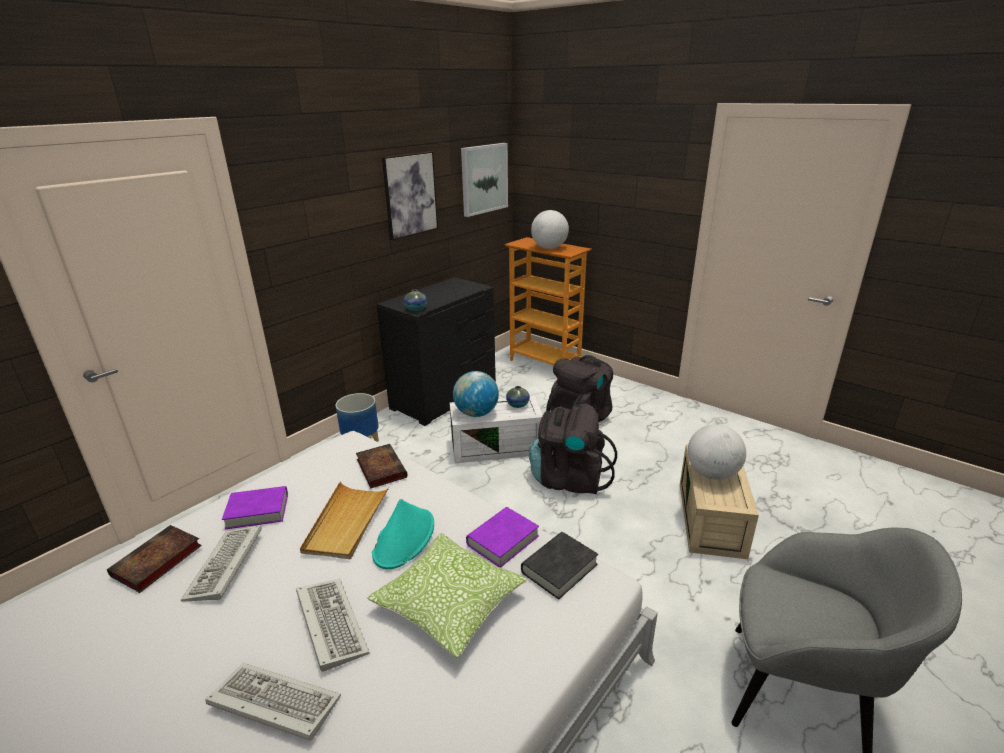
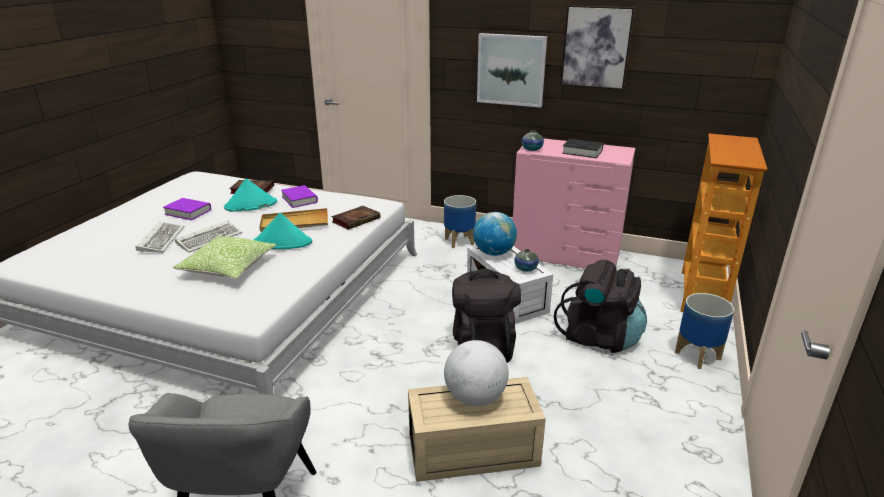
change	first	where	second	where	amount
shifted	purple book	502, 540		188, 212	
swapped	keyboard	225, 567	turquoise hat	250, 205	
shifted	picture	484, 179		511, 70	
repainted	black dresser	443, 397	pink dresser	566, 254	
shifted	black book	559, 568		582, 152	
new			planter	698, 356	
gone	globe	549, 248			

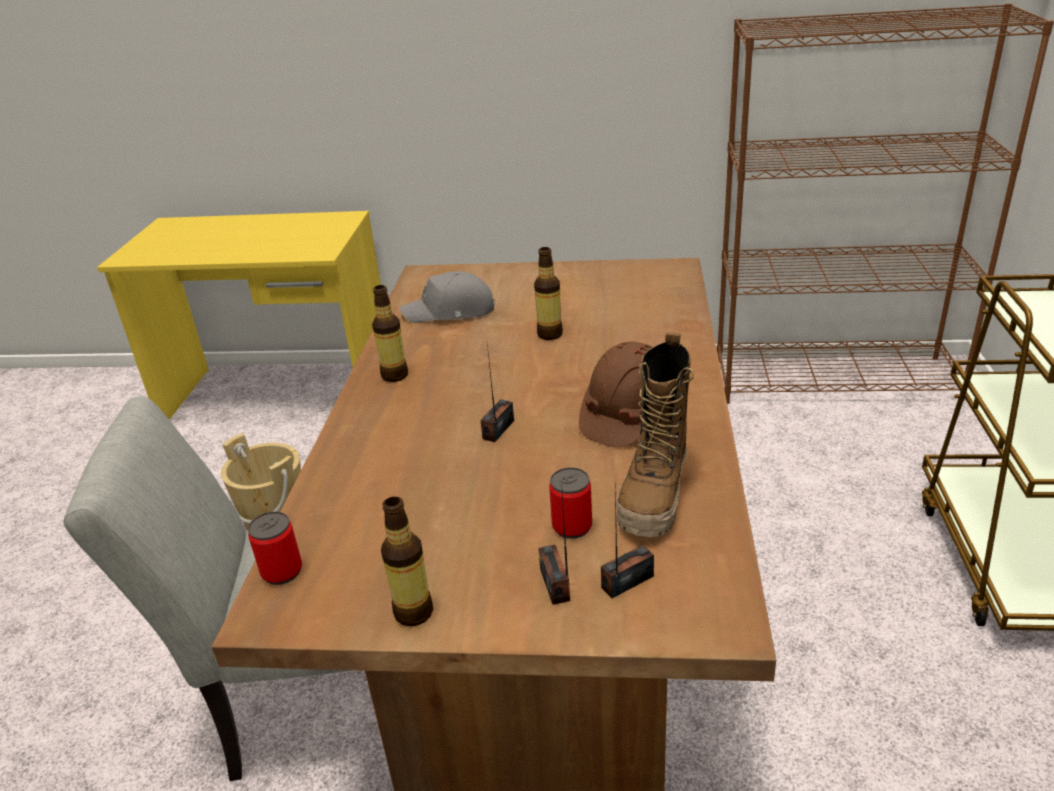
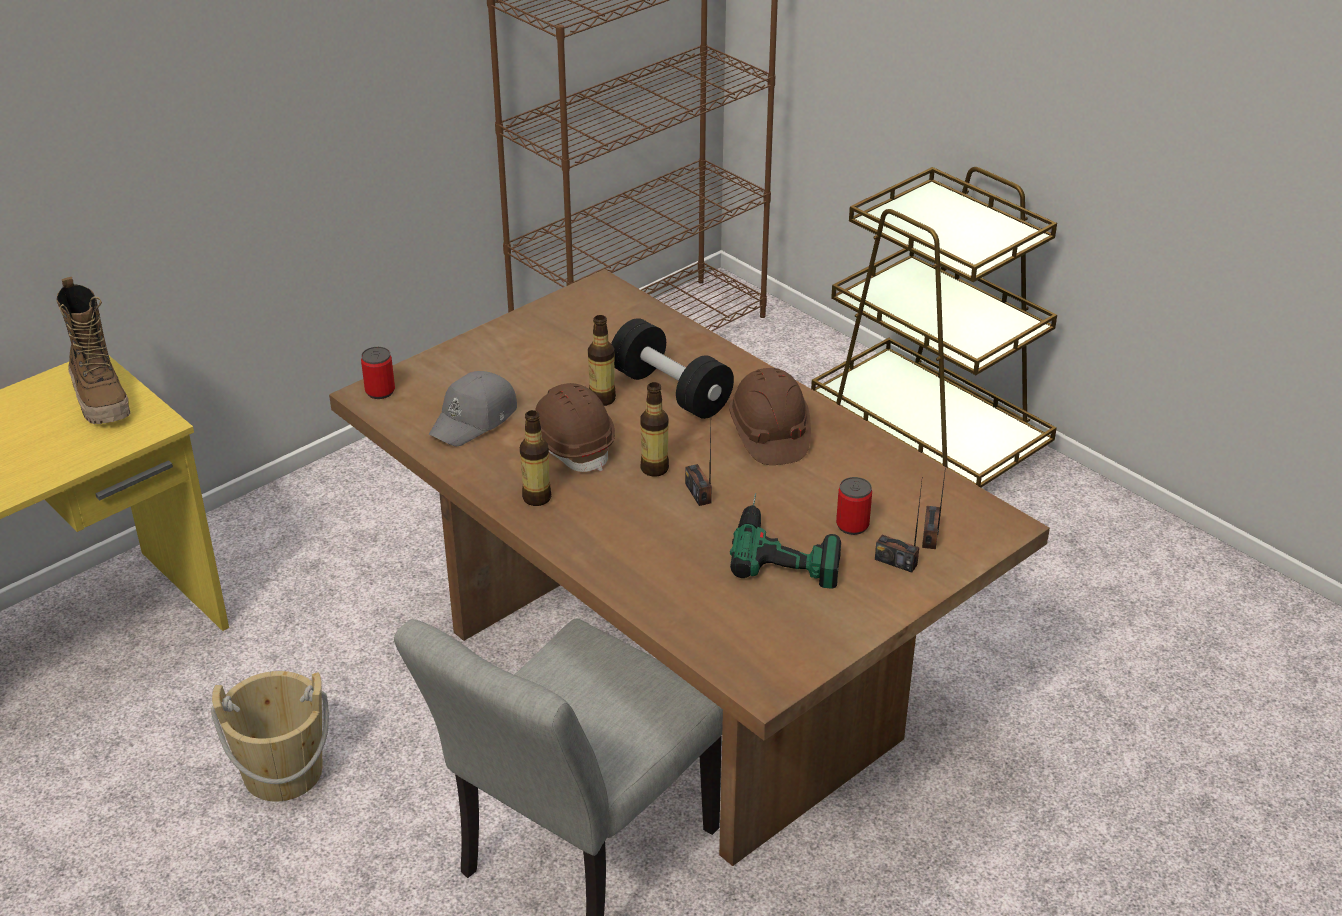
change	first	where	second	where	amount
shifted	boot	655, 496		101, 400	
shifted	can	282, 571		380, 391	
new			brown hard hat	570, 445	
new			black dumbbell	671, 391	
shifted	bottle	413, 612		654, 469	
new			power drill	787, 544	

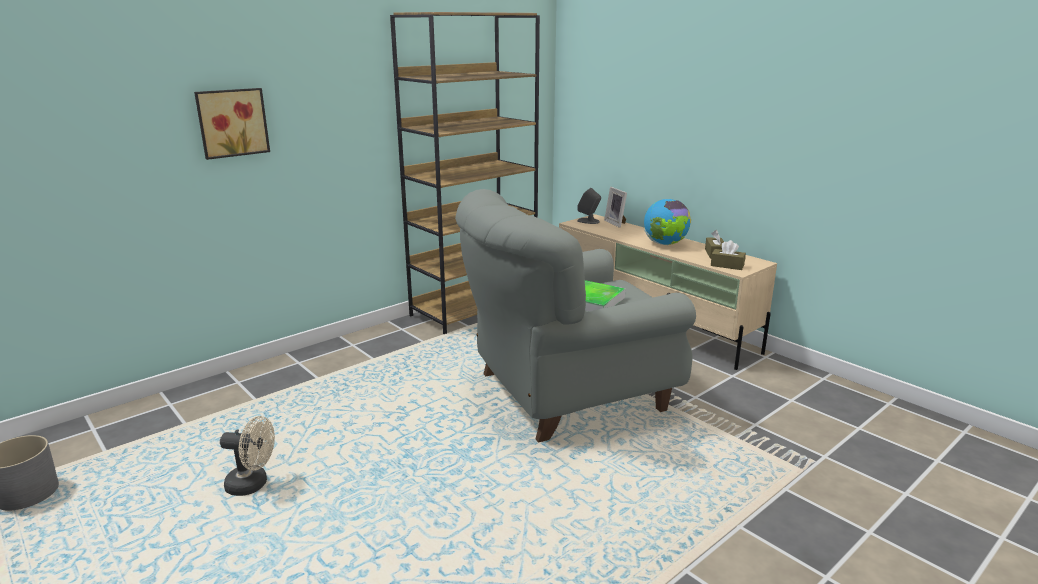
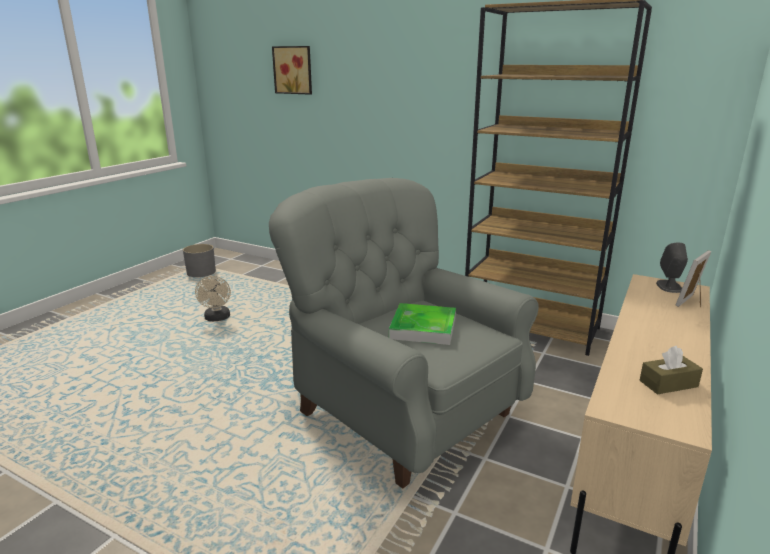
change	first	where	second	where	amount
shifted	picture	232, 122		294, 70	
gone	globe	665, 244			
gone	brown tissue box	727, 265			

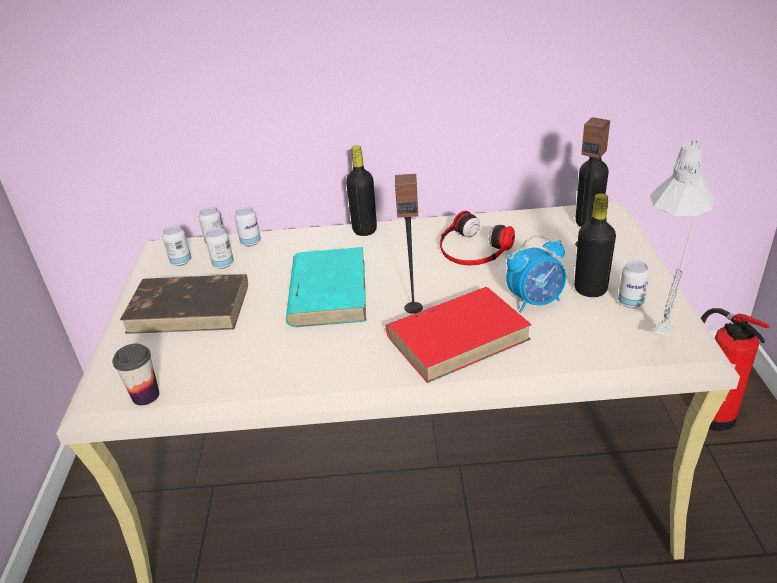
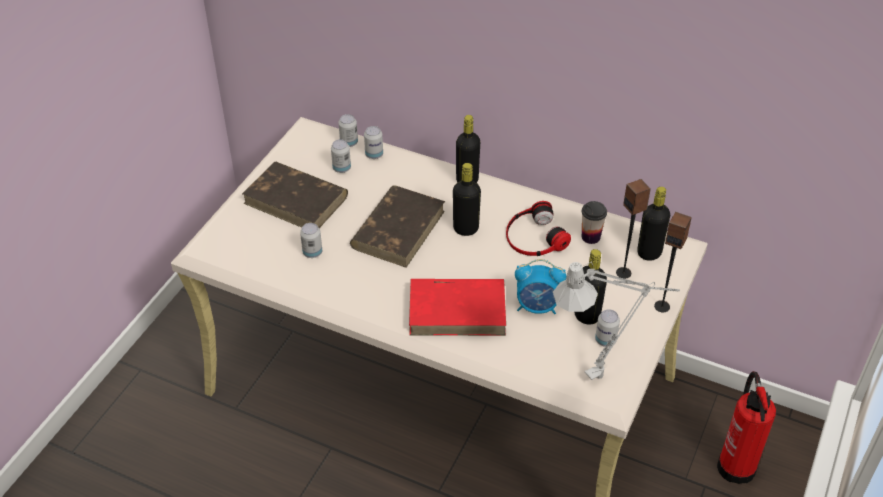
change	first	where	second	where	amount
shifted	can	181, 261		312, 253	
repainted	turquoise book	328, 291	brown book	398, 228	
new			black bottle	466, 228	
shifted	cup	146, 396		590, 237	
shifted	speaker	413, 307		662, 306	

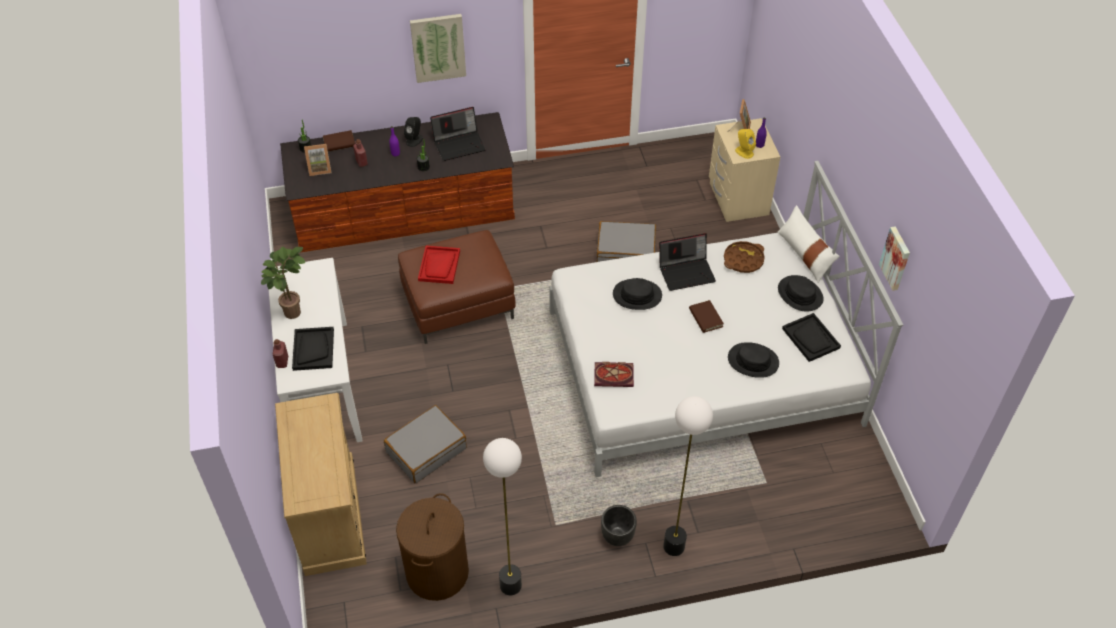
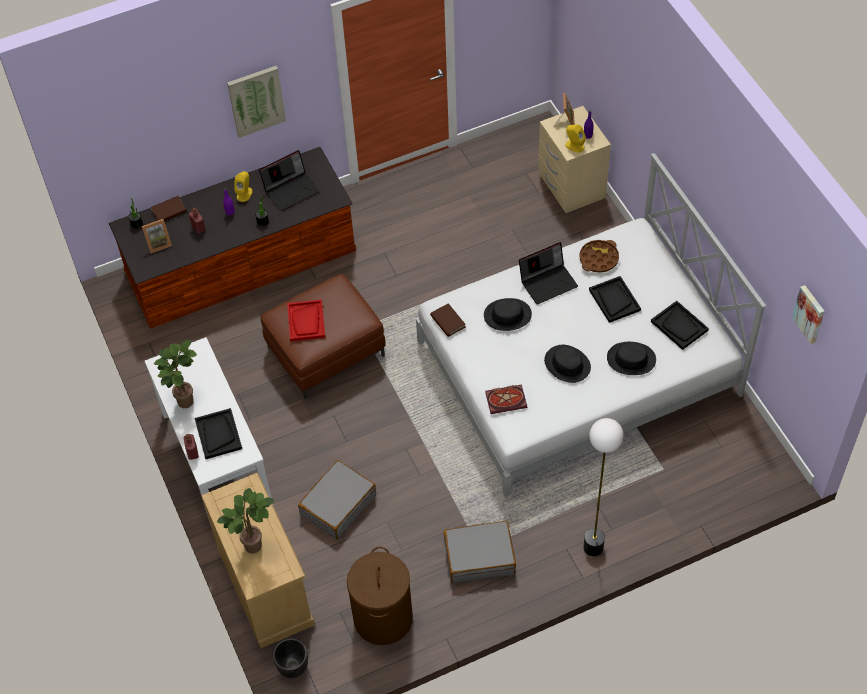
change	first	where	second	where	amount
new			potted plant	255, 543	
repainted	black speaker	414, 140	yellow speaker	244, 194	
shifted	black planter	617, 536		292, 667	
shifted	brown book	705, 318		447, 321	
shifted	grey suitcase	625, 251		479, 556	
shifted	black hat	800, 294		567, 364	
new			black tray	614, 300	
shifted	picture	896, 258		810, 313	
gone	floor lamp	510, 585			
gone	white pillow	804, 254			

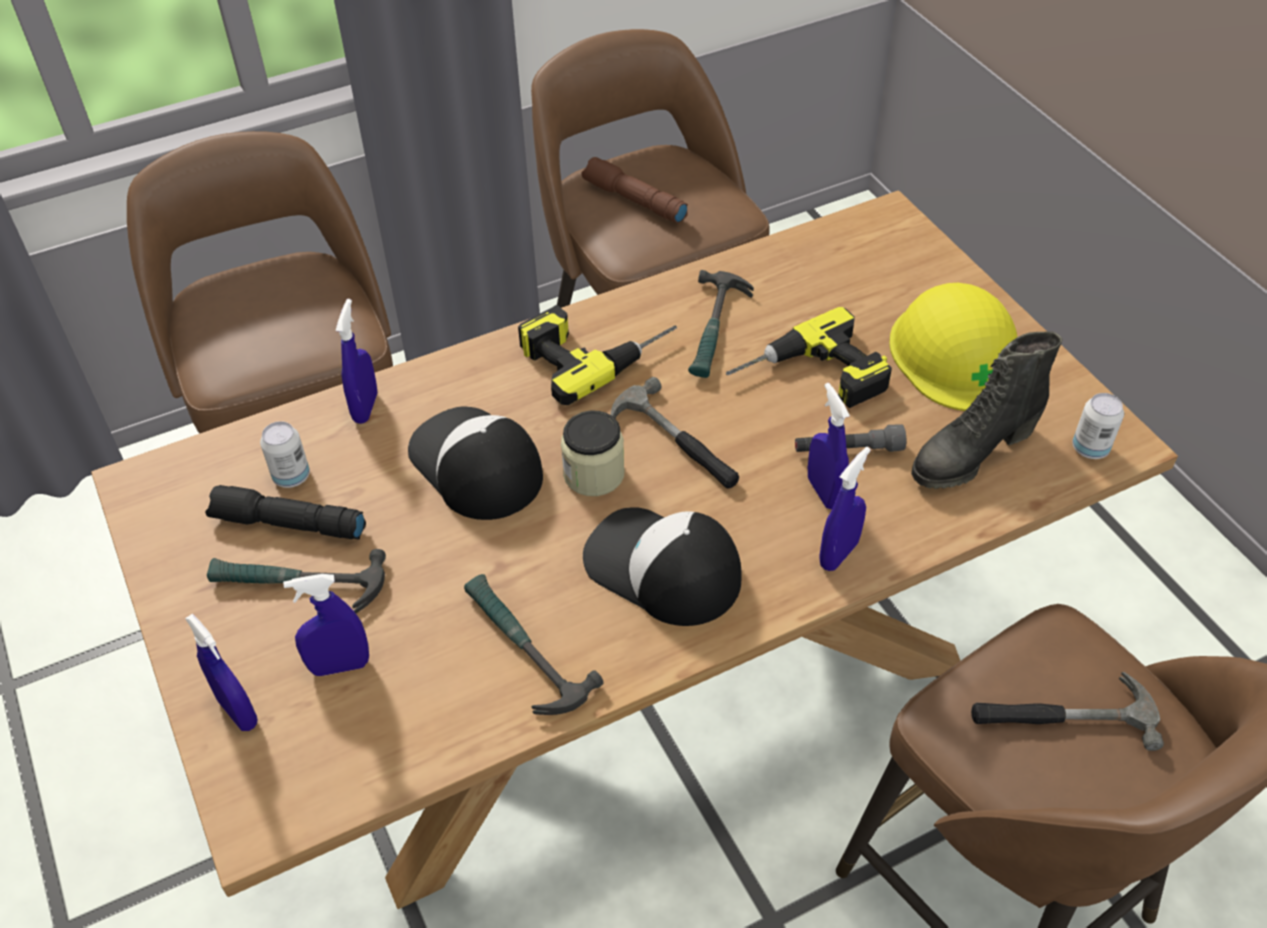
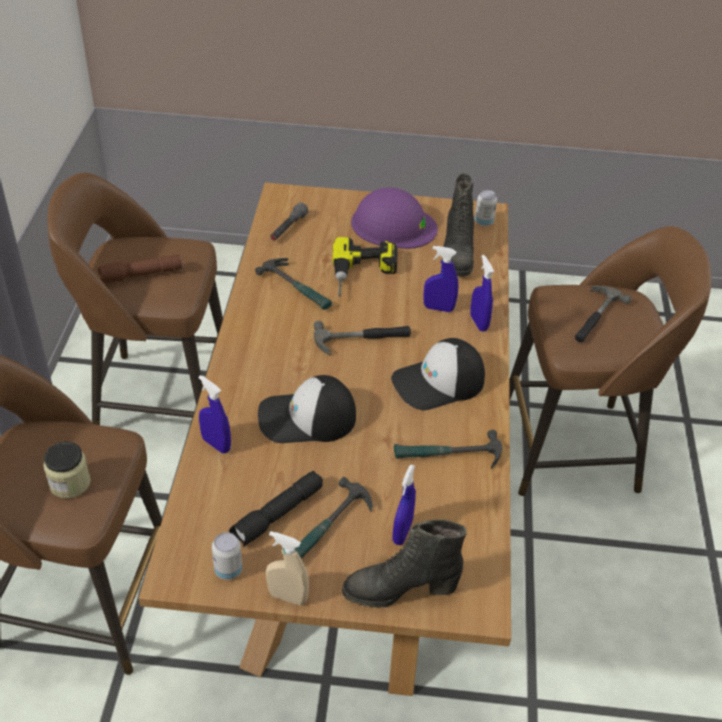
change	first	where	second	where	amount
shifted	jar	594, 474		70, 483	
shifted	can	291, 477		228, 570	
new			beige spray bottle	287, 597	
shifted	grey flashlight	848, 450		288, 228	
swapped	blue spray bottle	238, 712	black boot	400, 589	
repainted	yellow hard hat	957, 354	purple hard hat	393, 225	
gone	power drill	594, 349			

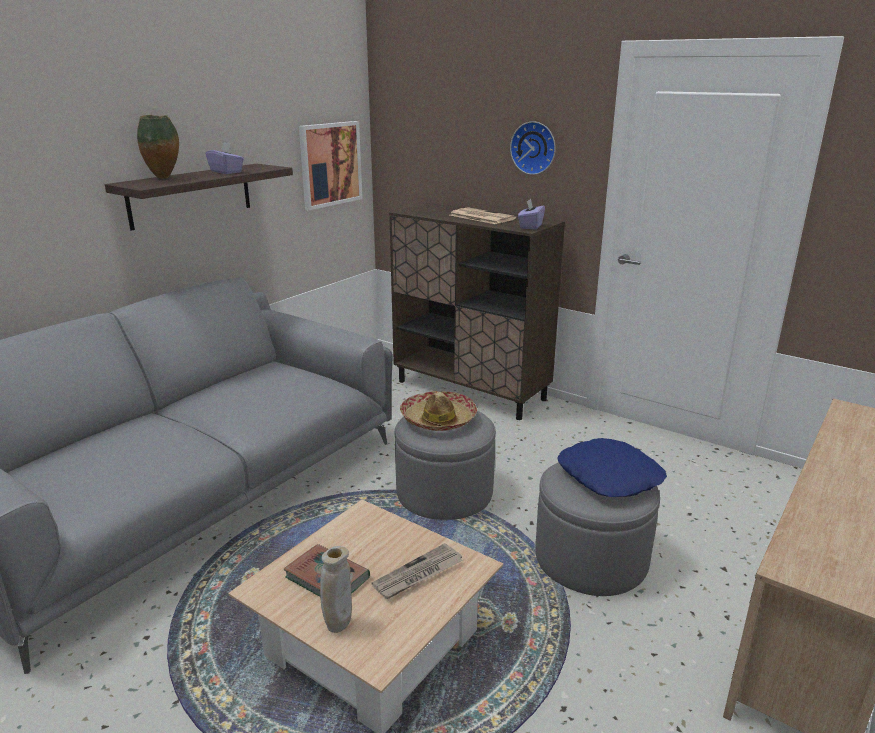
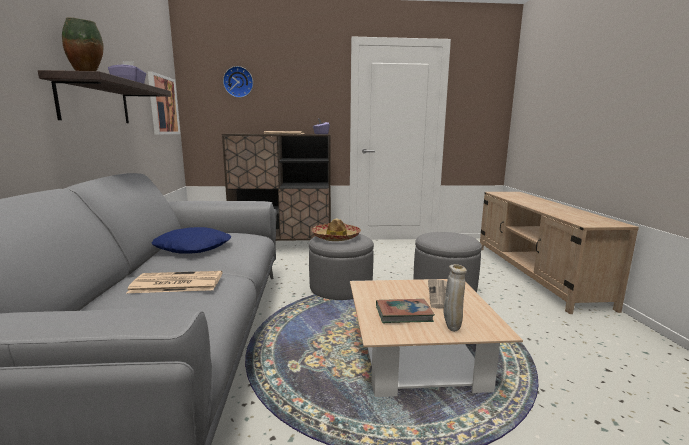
change	first	where	second	where	amount
new			newspaper	176, 283	
shifted	blue pillow	610, 477		193, 248	
shifted	wall clock	534, 148		238, 82	

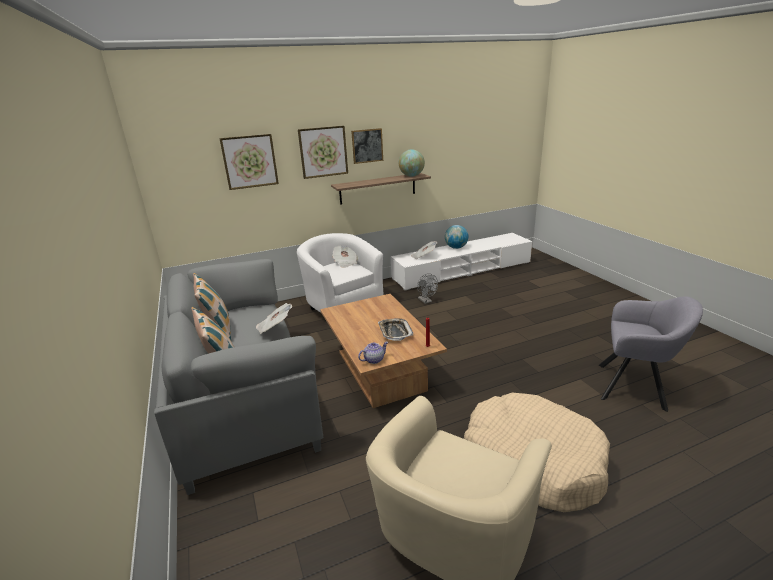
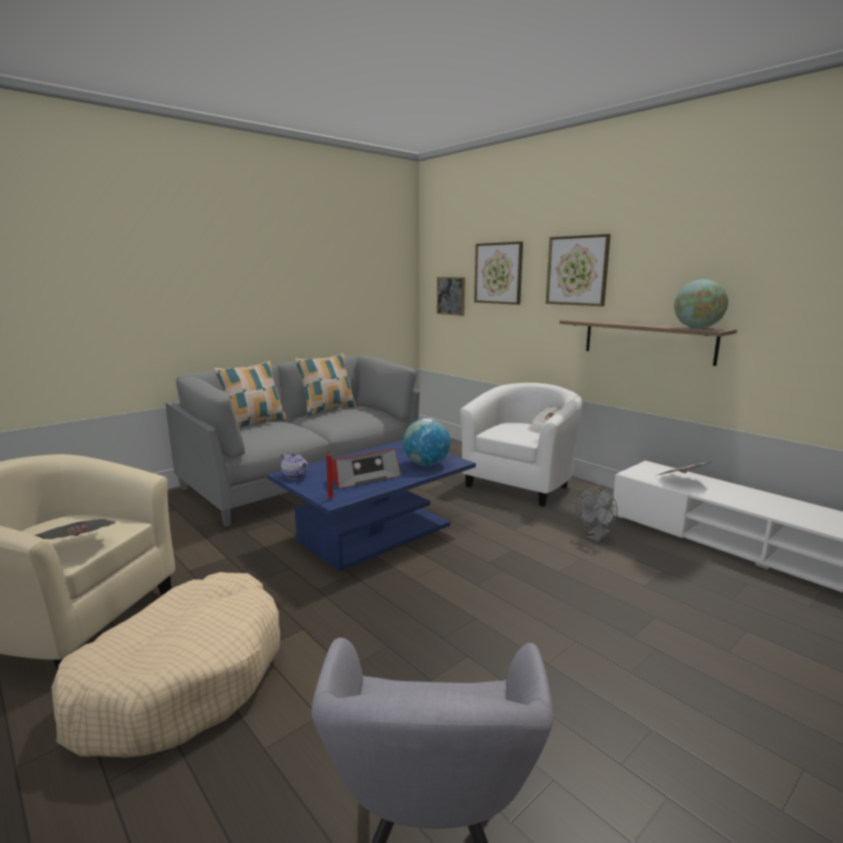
change	first	where	second	where	amount
shifted	newspaper	274, 327		79, 547	
repainted	brown coffee table	380, 370	blue coffee table	376, 532	
swapped	tray	395, 332	radio	364, 477	
shifted	globe	456, 247		426, 464	
shifted	picture	367, 145		451, 296	

